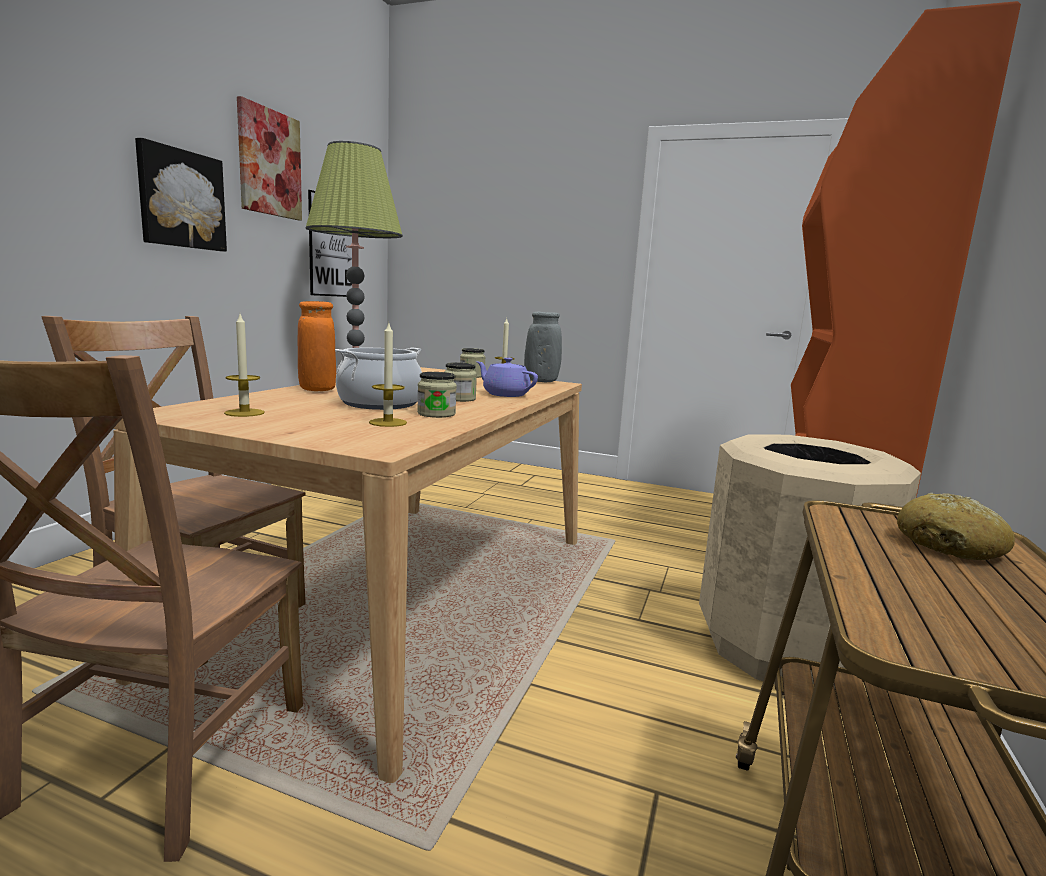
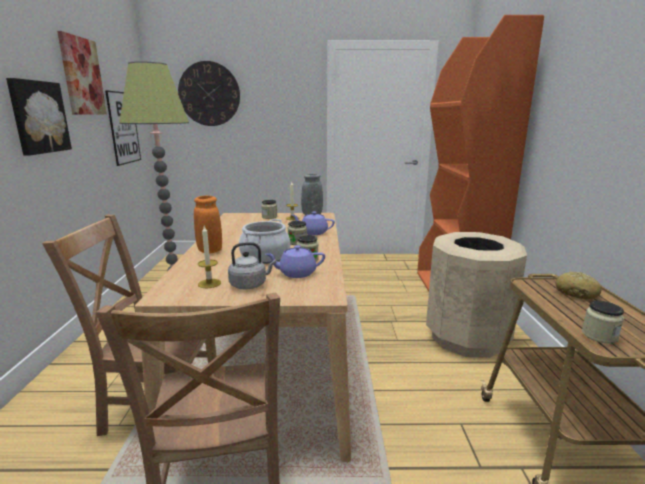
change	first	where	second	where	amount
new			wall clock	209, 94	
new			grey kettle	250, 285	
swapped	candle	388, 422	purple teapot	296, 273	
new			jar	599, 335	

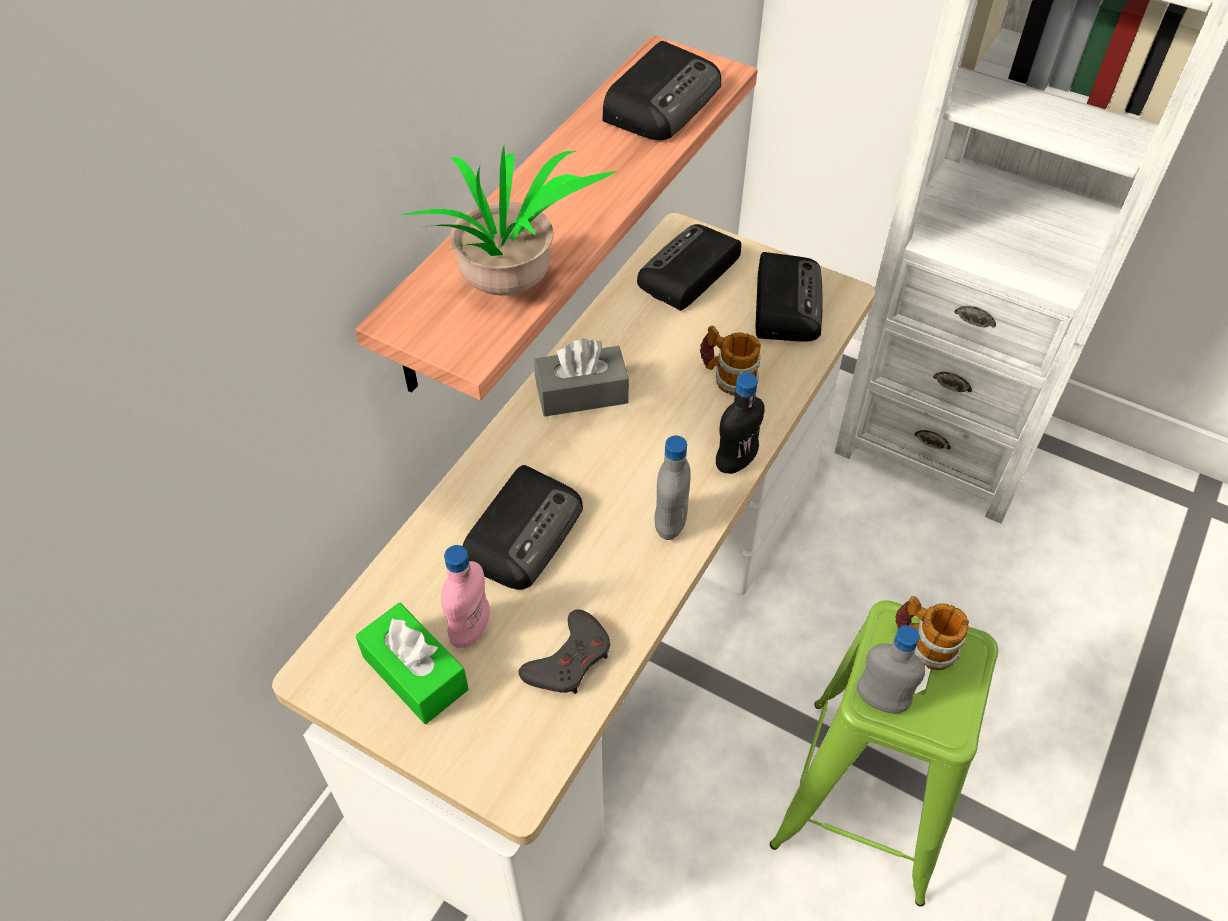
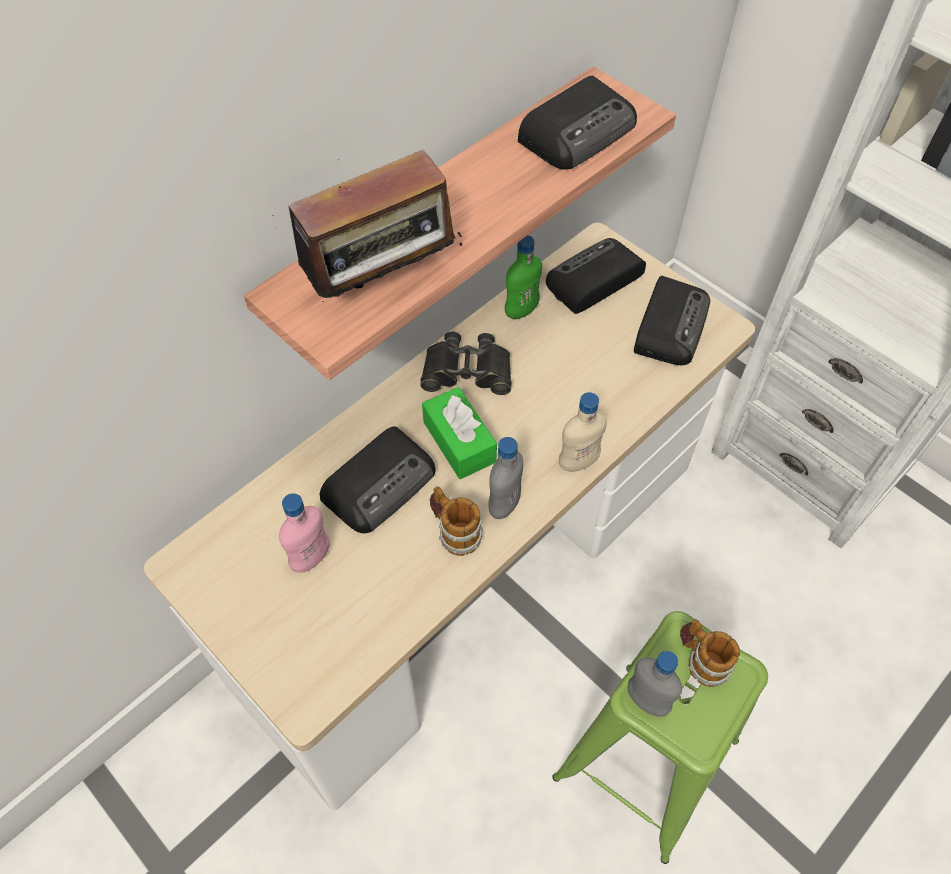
change	first	where	second	where	amount
swapped	potted plant	511, 289	radio	384, 285	
swapped	grey tissue box	582, 393	black binoculars	467, 371	
shifted	green tissue box	415, 673		459, 442	
shifted	mug	727, 377		454, 531	
new			green bottle	521, 310	
repainted	black bottle	735, 462	beige bottle	578, 462	
gone	grey game controller	569, 659			

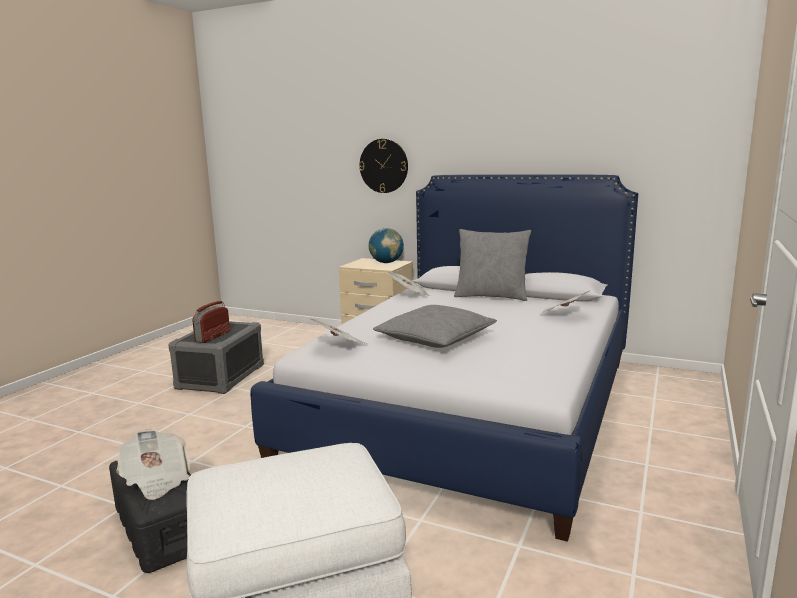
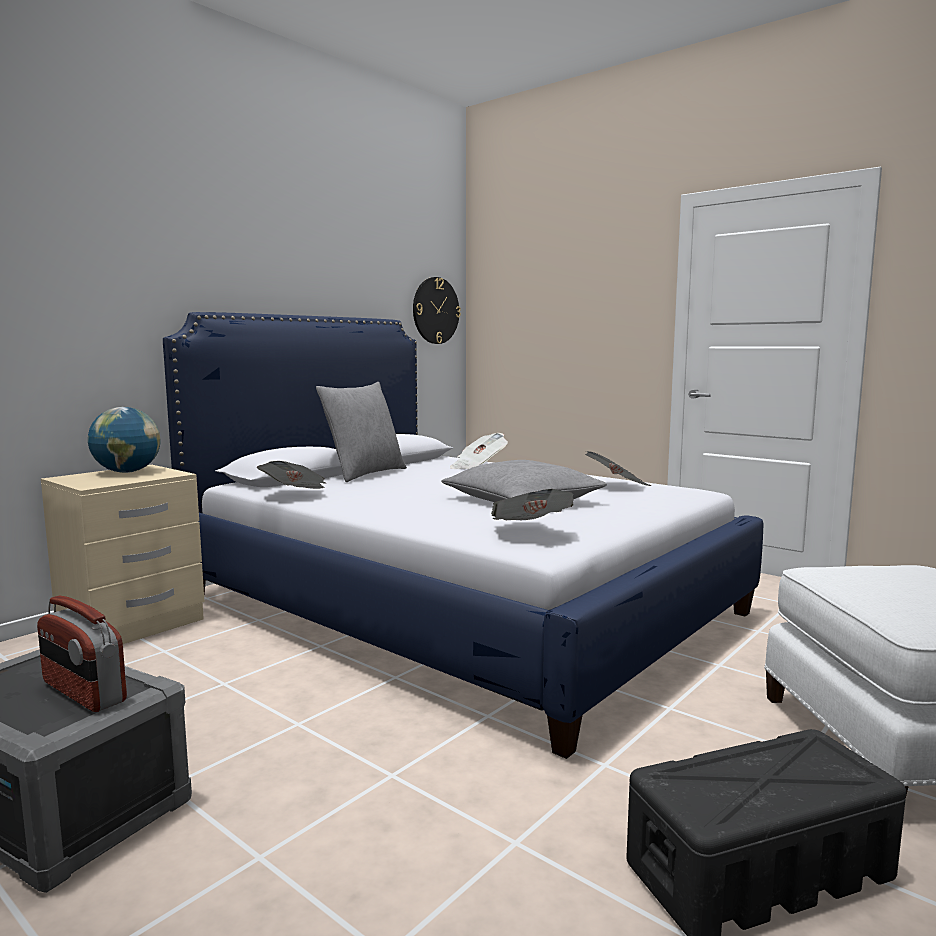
change	first	where	second	where	amount
shifted	wall clock	383, 166		435, 310	
shifted	newspaper	156, 480		617, 486	

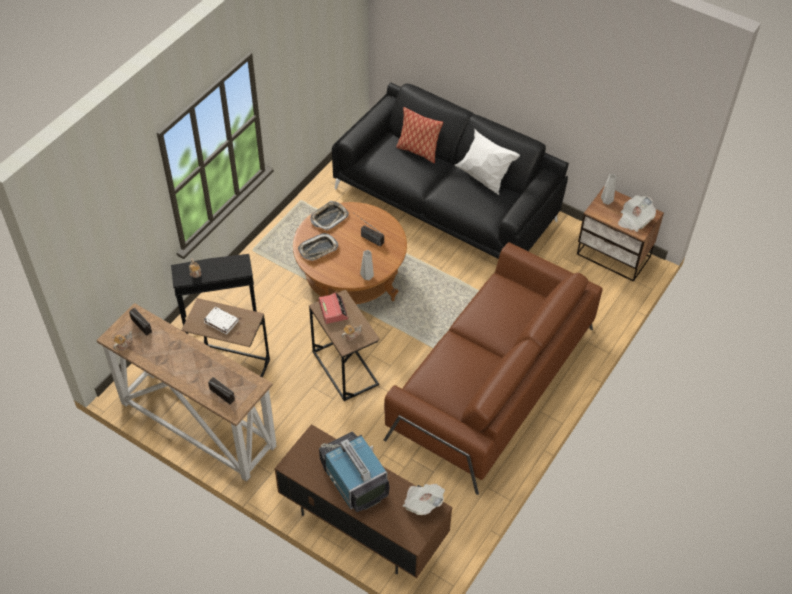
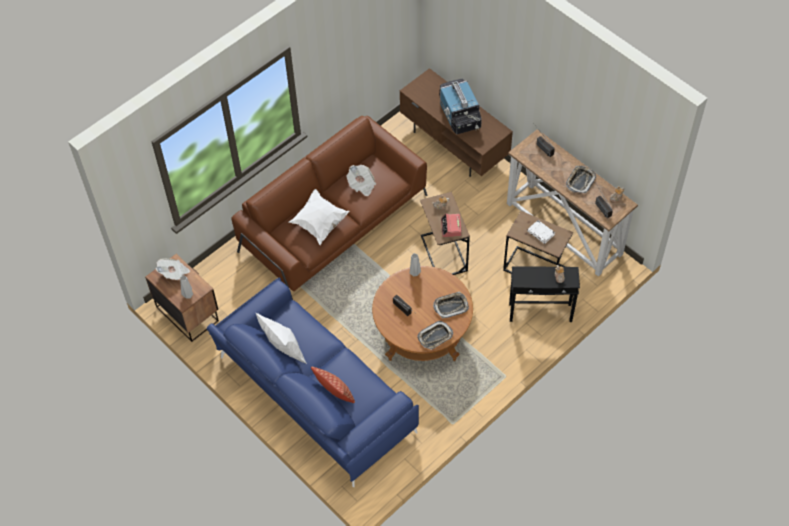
change	first	where	second	where	amount
repainted	black sofa	447, 203	blue sofa	314, 395	
new			white pillow	319, 224	
shifted	newspaper	422, 503		361, 185	
new			tray	580, 181	

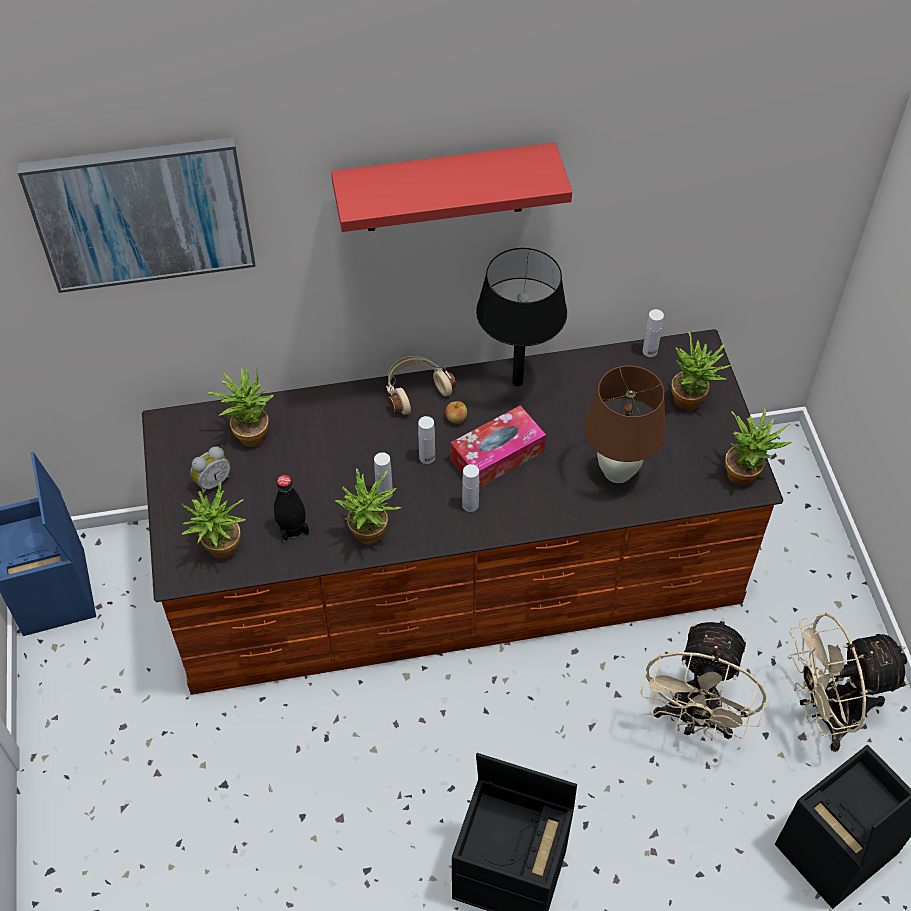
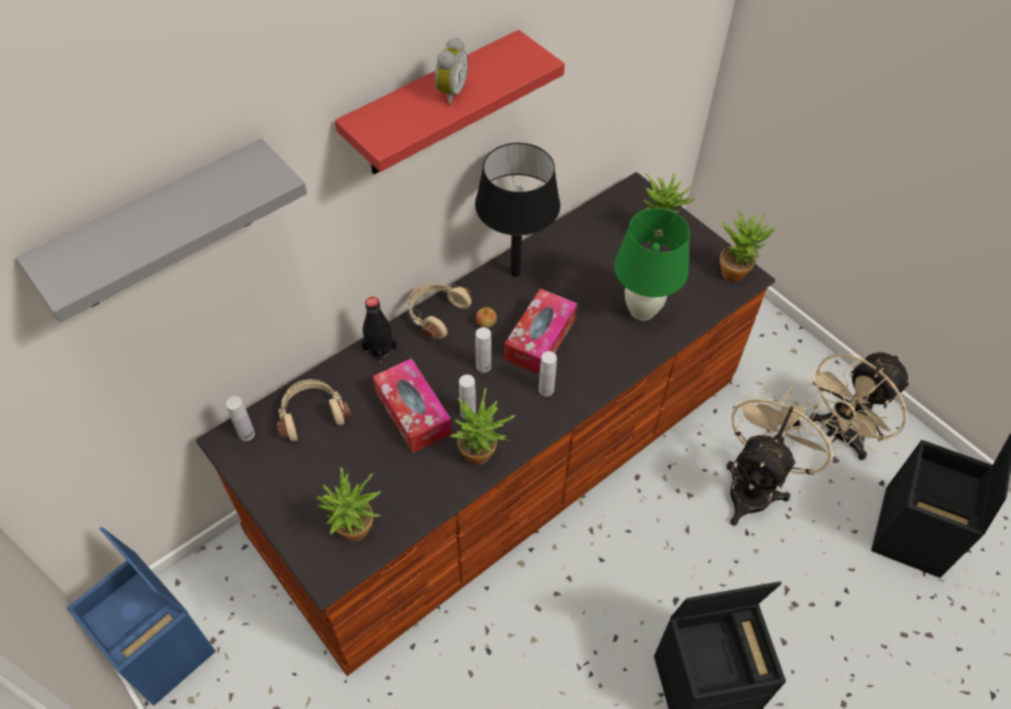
change	first	where	second	where	amount
swapped	picture	142, 213	grey shelf	159, 229	
shifted	white bottle	649, 351		246, 434	
swapped	potted plant	249, 432	beige headphones	311, 414	
shifted	black bottle	292, 528		380, 349	
new			tissue box	413, 412	
shifted	alarm clock	212, 482		450, 93	
repainted	brown table lamp	617, 471	green table lamp	641, 310	
rotated	beige fan	693, 719		755, 486	135 degrees counterclockwise

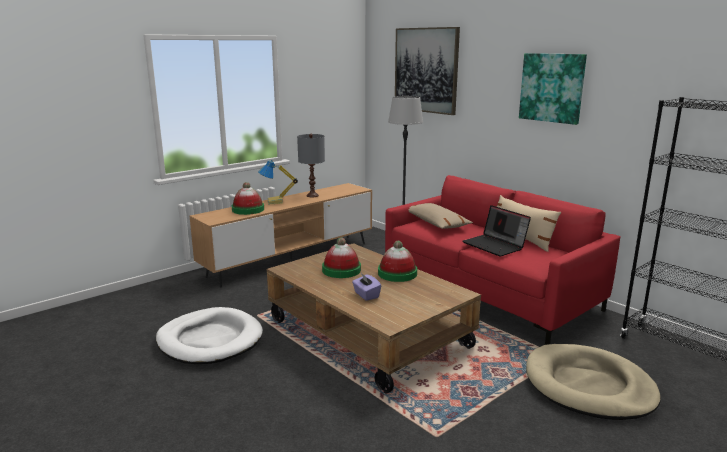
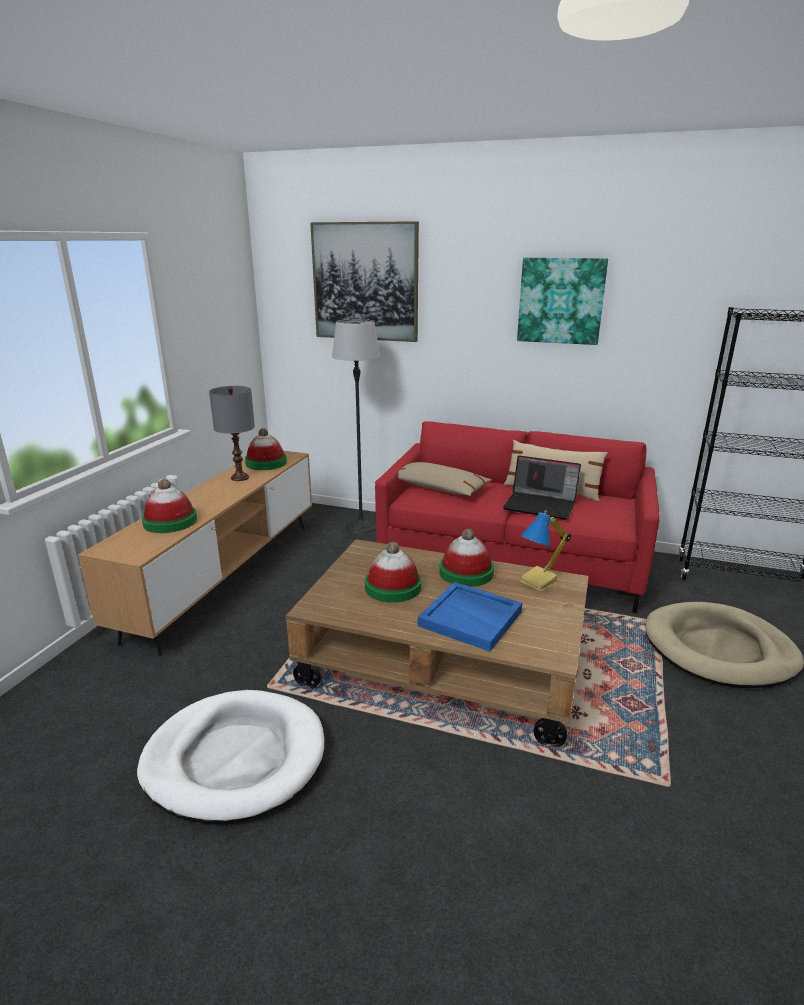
change	first	where	second	where	amount
new			hat	266, 463	
swapped	purple tissue box	366, 295	blue tray	471, 618	
shifted	table lamp	275, 202		539, 582	

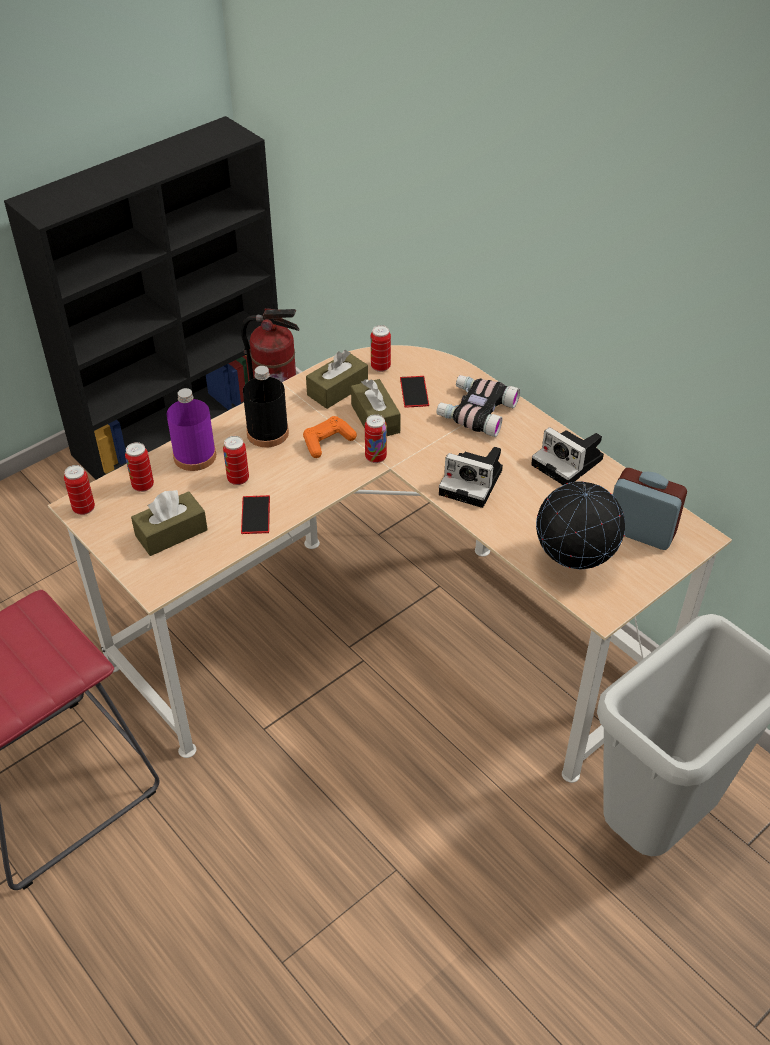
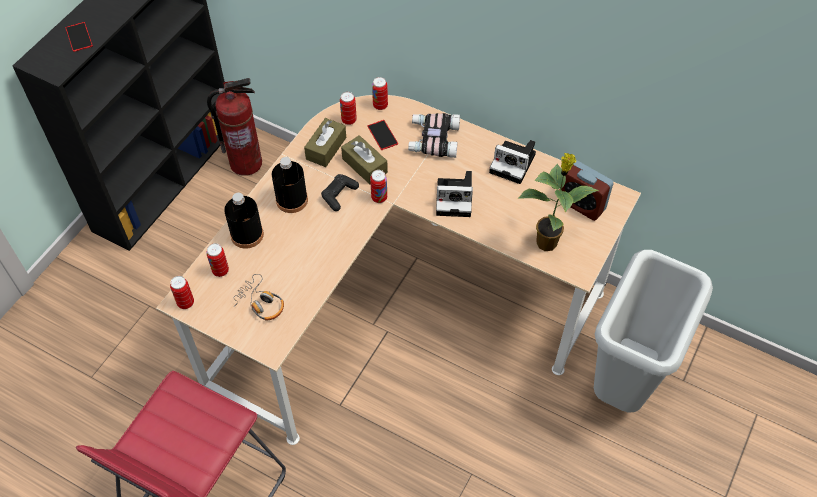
change	first	where	second	where	amount
shifted	phone	255, 515		79, 37	
repainted	purple bottle	195, 456	black bottle	247, 235	
swapped	brown tissue box	171, 533	headphones	261, 303	
repainted	orange game controller	327, 442	black game controller	339, 195	
shifted	can	238, 479		380, 105	
swapped	globe	573, 563	potted plant	547, 241	
rotated	alarm clock	640, 531		581, 204	150 degrees counterclockwise

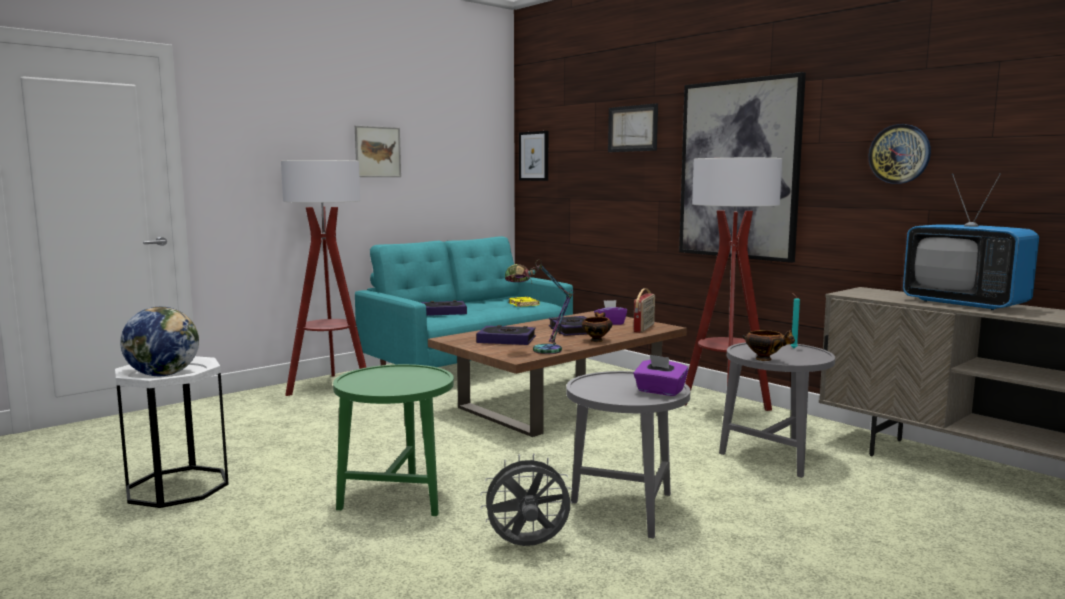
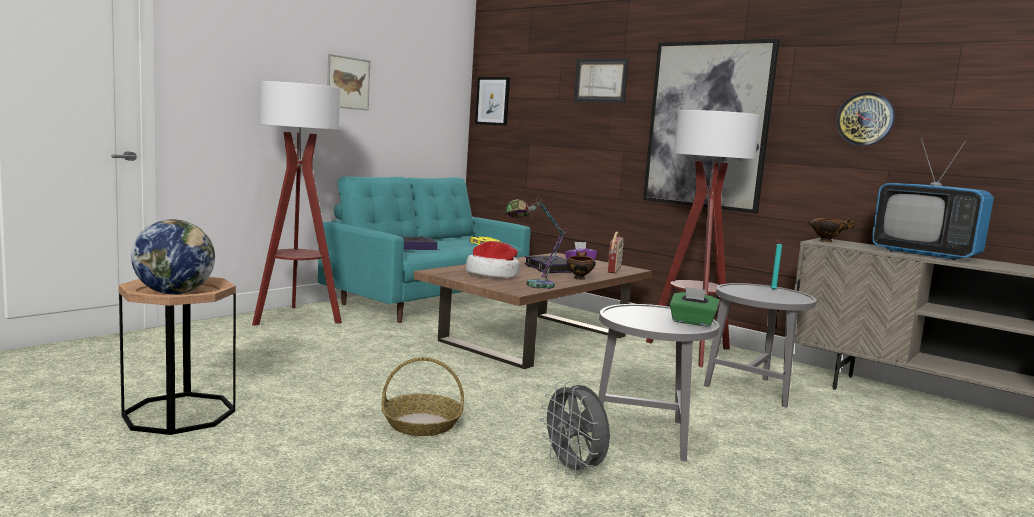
change	first	where	second	where	amount
repainted	white side table	177, 486	brown side table	179, 413	
swapped	green side table	397, 497	basket	421, 424	
swapped	book	506, 340	hat	493, 275	
rotated	grey fan	527, 546		573, 470	105 degrees counterclockwise
repainted	purple tissue box	660, 391	green tissue box	692, 322	
shifted	bowl	765, 359		827, 241	

